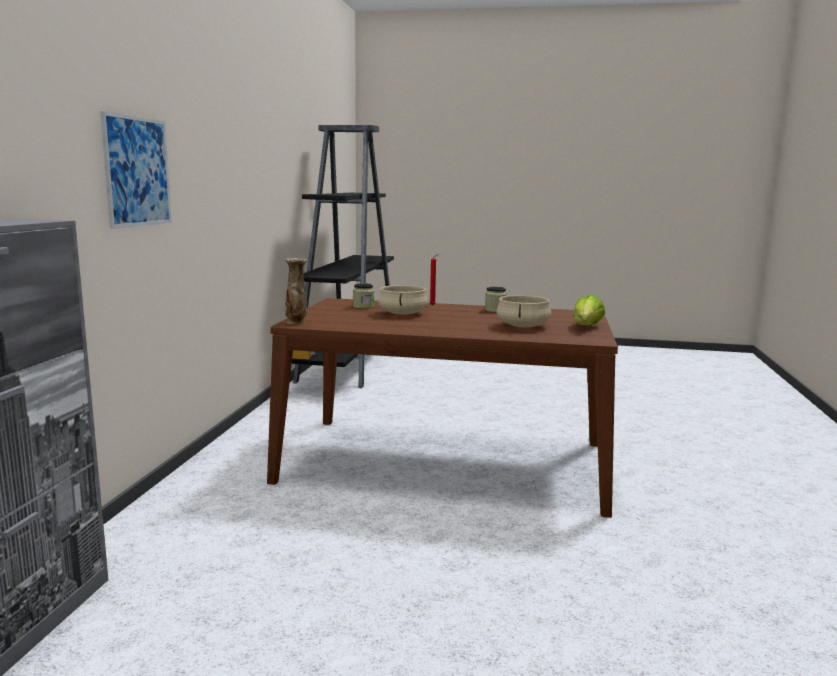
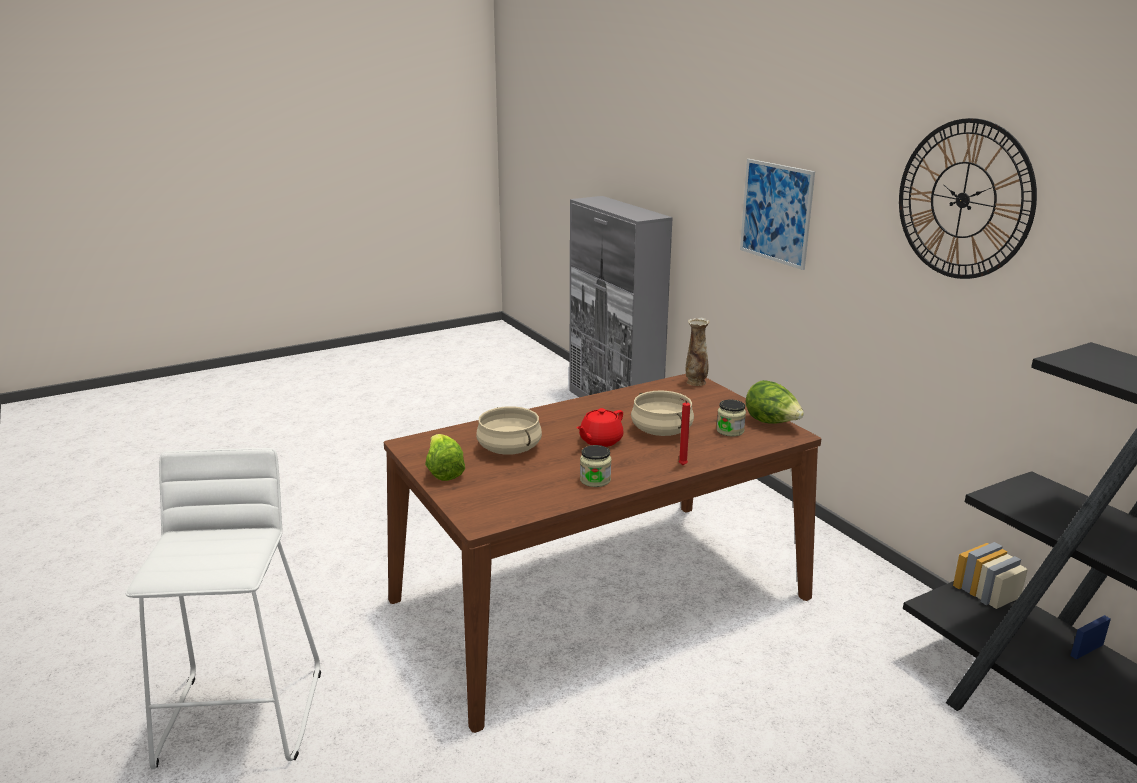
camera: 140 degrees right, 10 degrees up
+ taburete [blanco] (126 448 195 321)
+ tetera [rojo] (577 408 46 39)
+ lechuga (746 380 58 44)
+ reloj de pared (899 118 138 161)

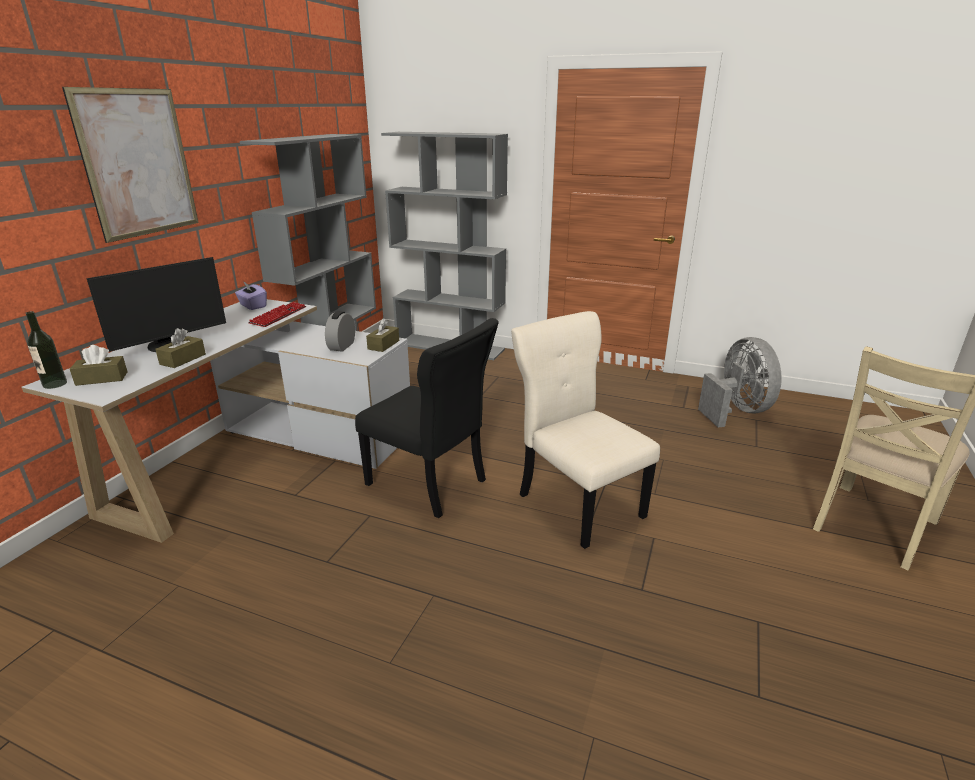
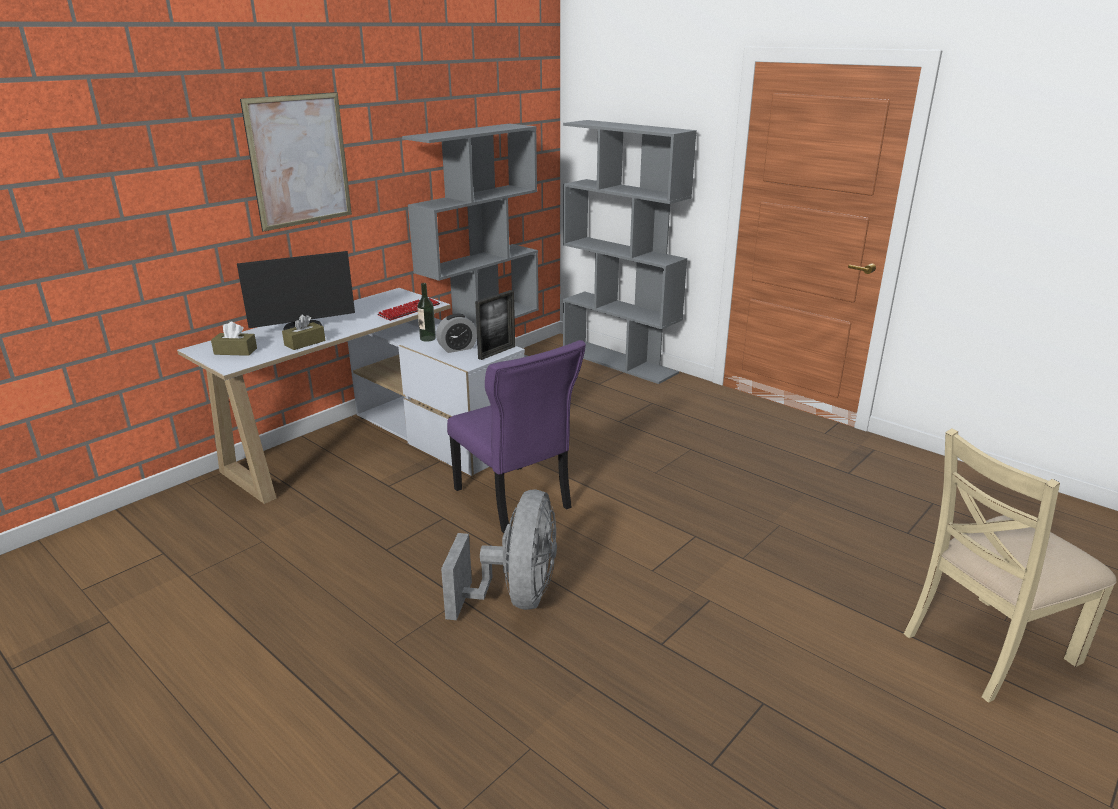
camera: 20 degrees right, 0 degrees up
~ botella (25 311 42 78) to (417 283 19 59)
~ despertador (325 311 30 41) = (436 314 41 39) 150 degrees counterclockwise
~ ventilador [gris] (698 337 84 90) to (441 489 116 131)
~ silla [negro] (355 318 144 200) to silla [morado] (447 340 139 193)
~ caja de pañuelos [marrón] (366 318 33 34) to portarretratos (475 290 40 70)
- caja de pañuelos [morado] (235 281 32 29)
- silla [beis] (511 311 149 238)

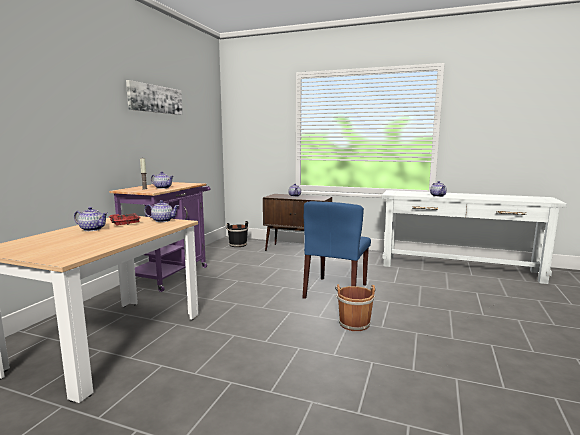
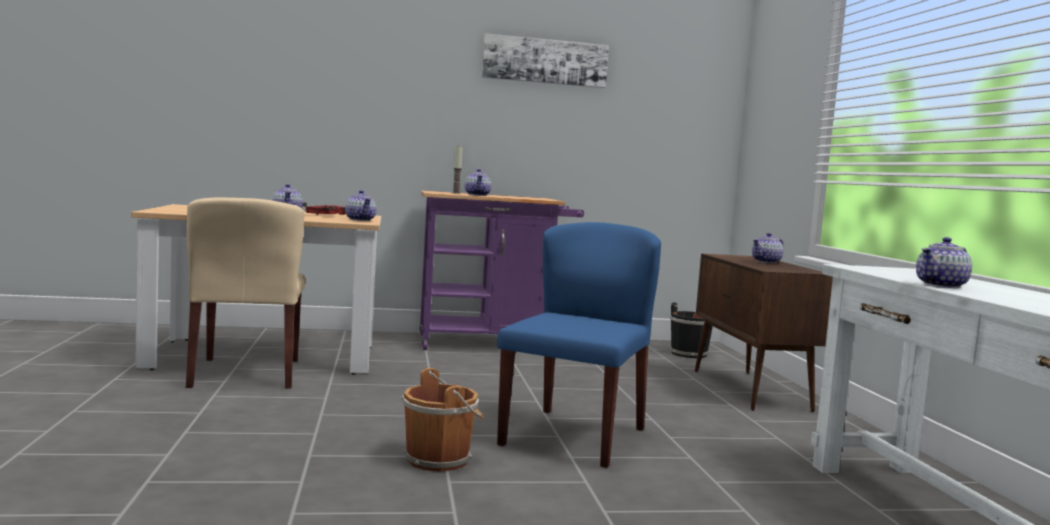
camera: 60 degrees right, 5 degrees down
+ silla [beis] (186 197 119 192)
~ silla [azul] (303 201 68 98) = (497 222 164 246) 120 degrees clockwise

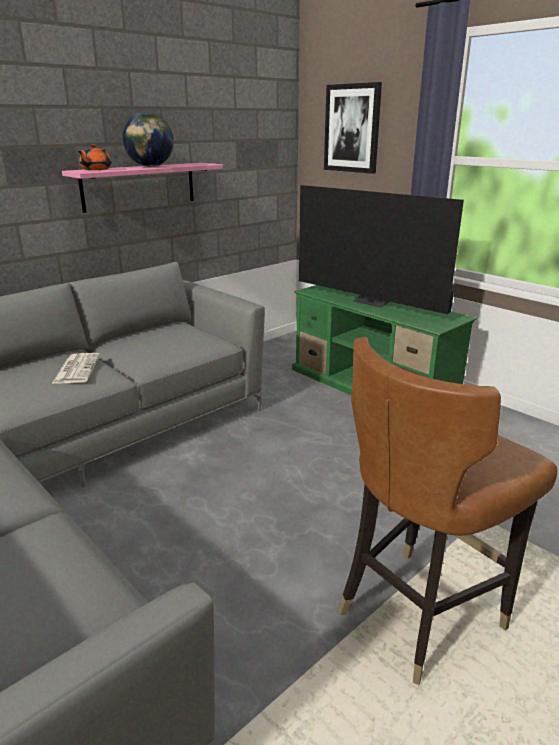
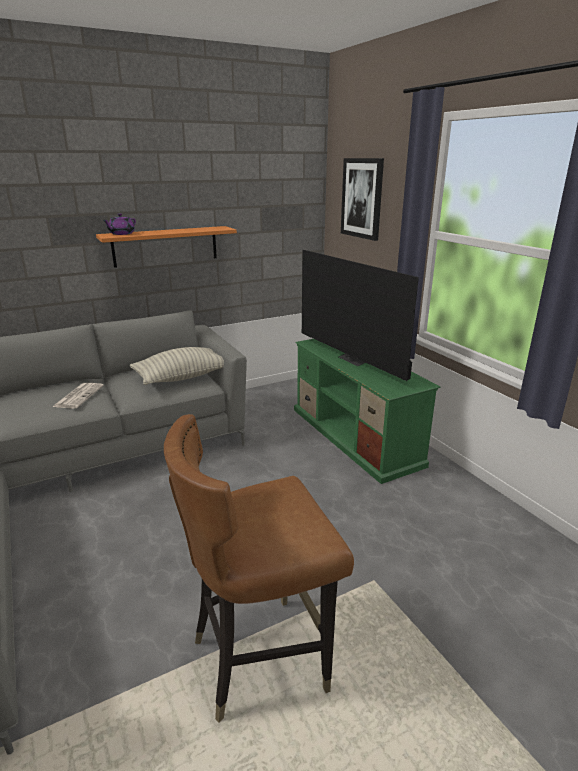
camera: 15 degrees right, 0 degrees up
~ estante [rosa] (62 163 161 50) to estante [naranja] (96 226 141 42)
~ tetera [naranja] (78 144 34 26) to tetera [morado] (103 213 33 22)
+ cojín (130 347 94 38)
- globo terráqueo (123 112 51 55)

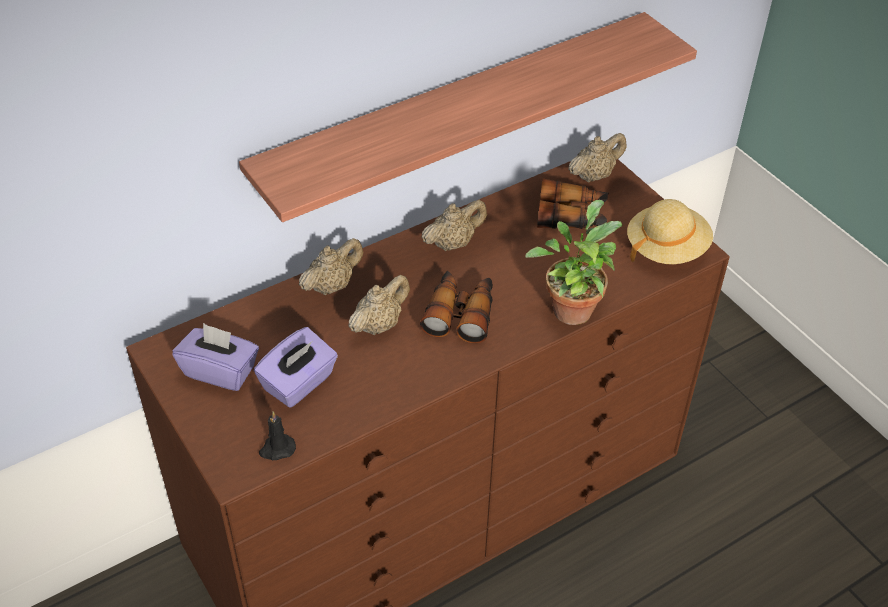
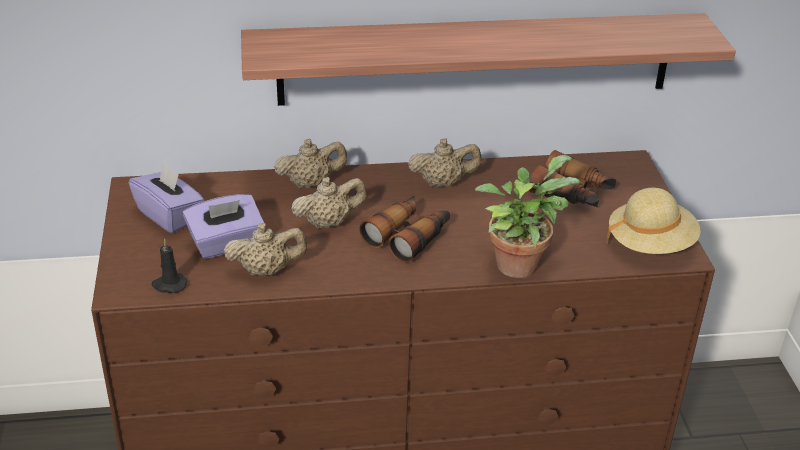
camera: 25 degrees right, 10 degrees down
~ tetera [beis] (568 133 58 50) to (224 223 83 53)

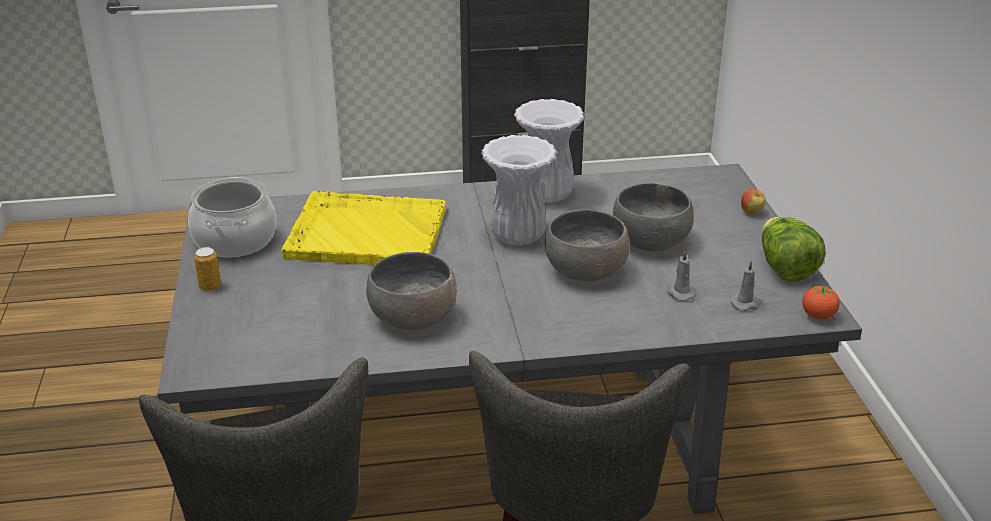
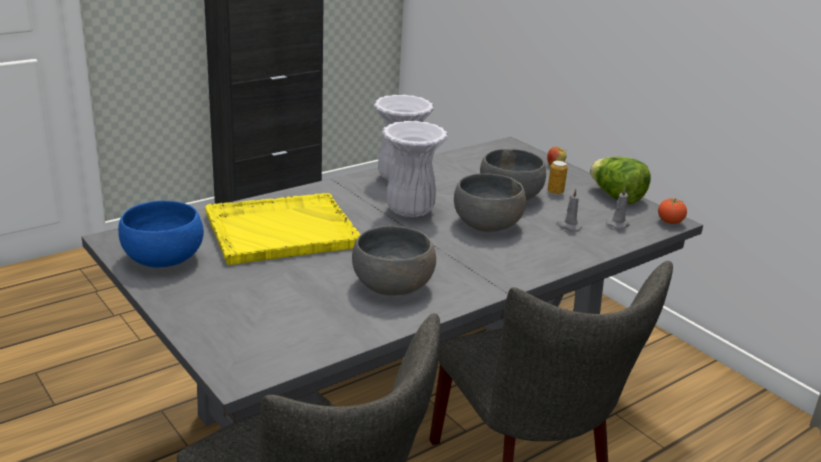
camera: 30 degrees left, 5 degrees down
~ olla (188 177 88 80) to cuenco [azul] (118 201 86 67)
~ lata (194 247 27 44) to (547 161 21 34)

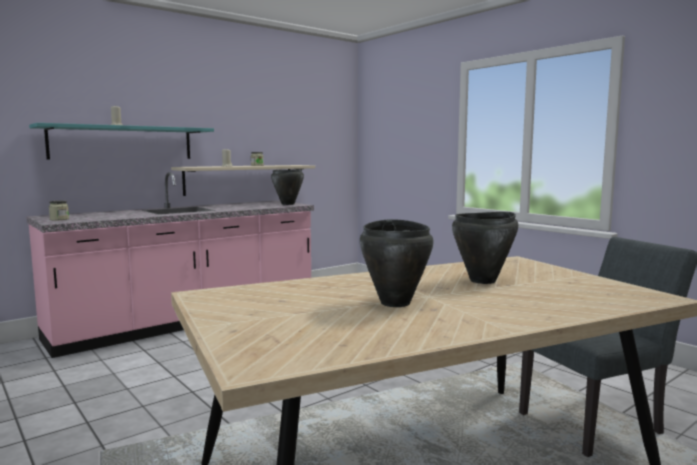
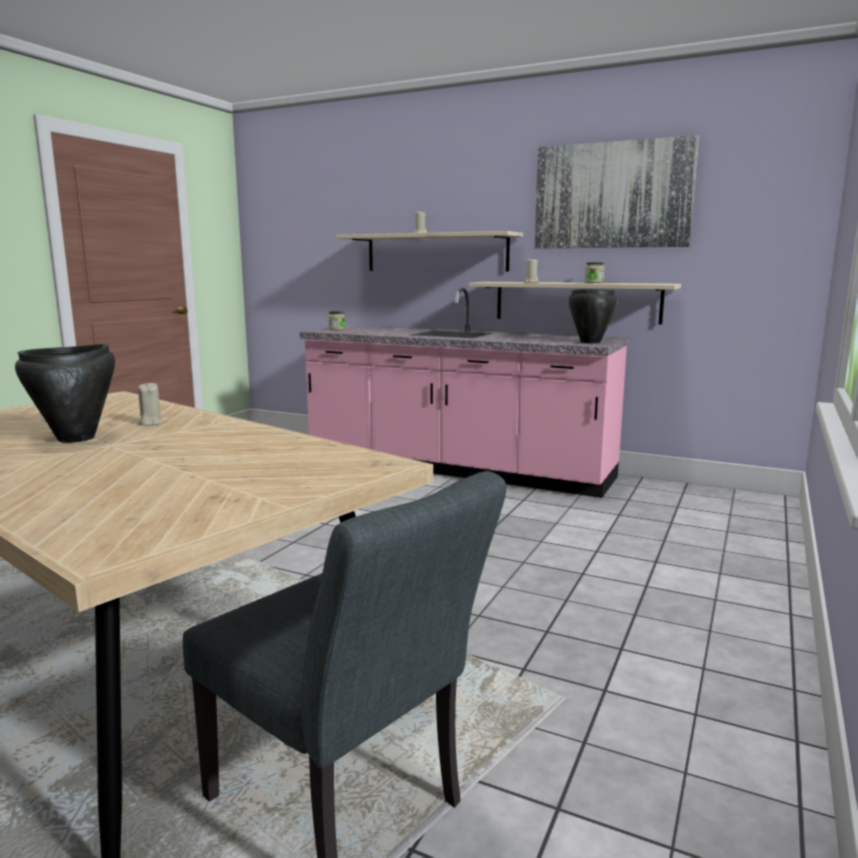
camera: 65 degrees right, 5 degrees up
+ vela [beis] (138 382 26 44)
~ estante [turquesa] (29 123 185 37) to estante [beis] (336 231 187 40)
+ cuadro (535 135 164 114)
- olla [negro] (452 212 66 72)

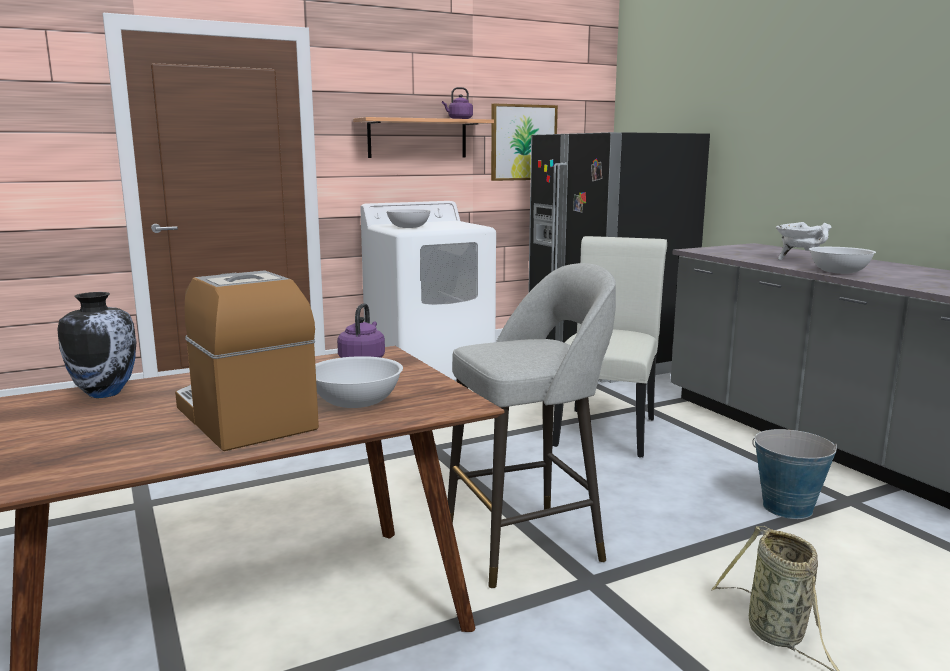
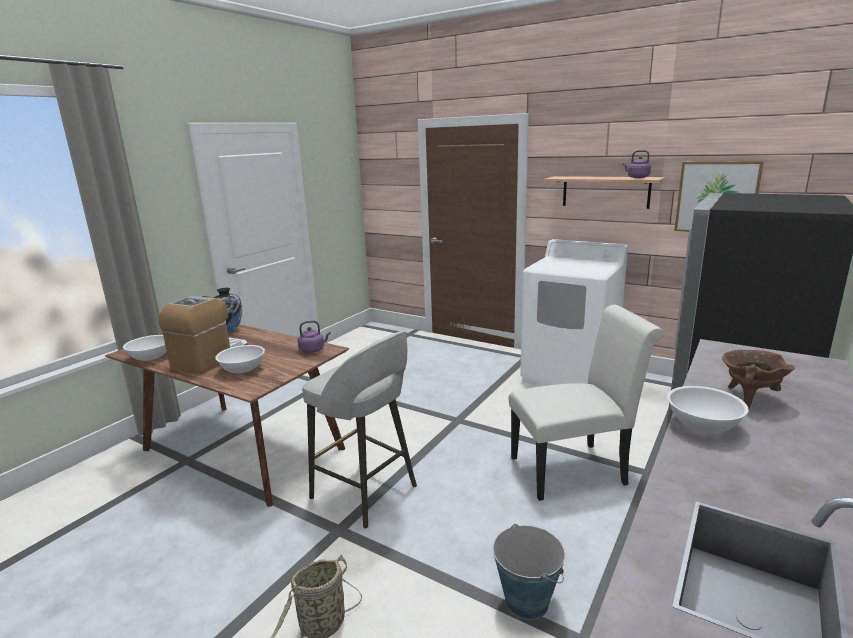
camera: 60 degrees right, 5 degrees up
~ cuenco [blanco] (386 209 45 19) to (123 335 44 26)
~ olla [blanco] (776 222 55 38) to olla [marrón] (722 350 73 59)

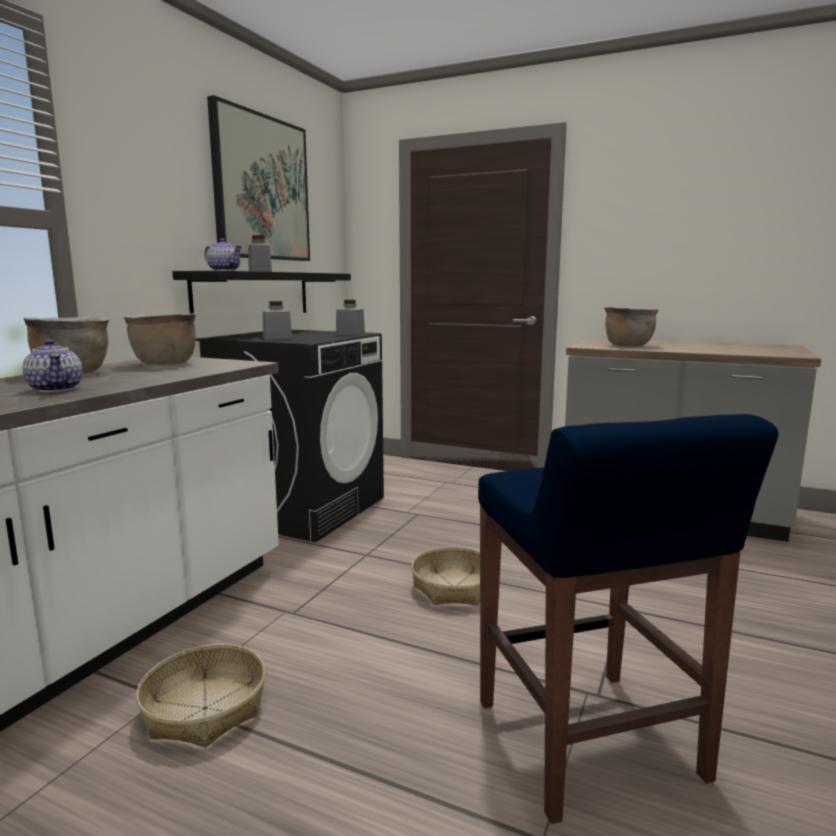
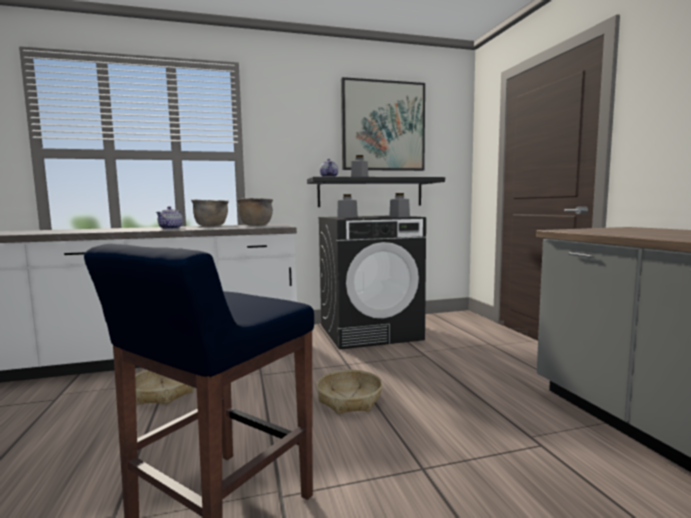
camera: 50 degrees right, 5 degrees down
- olla [marrón] (604 307 55 40)

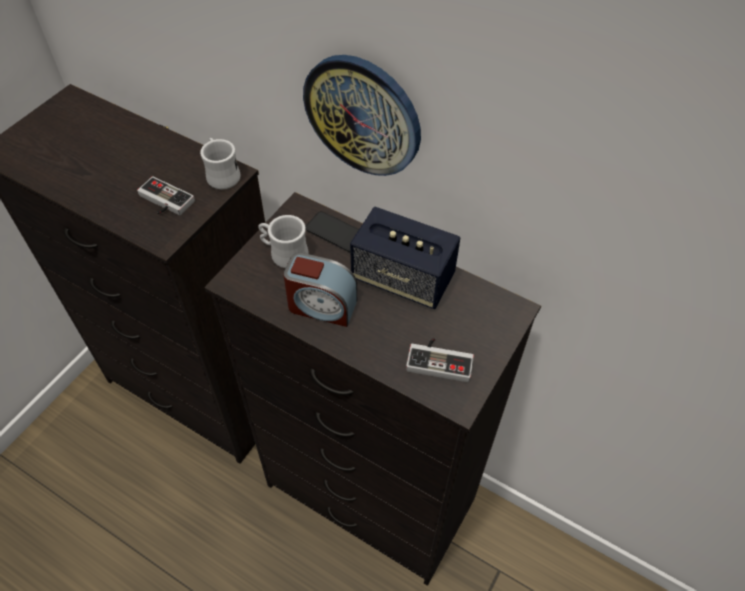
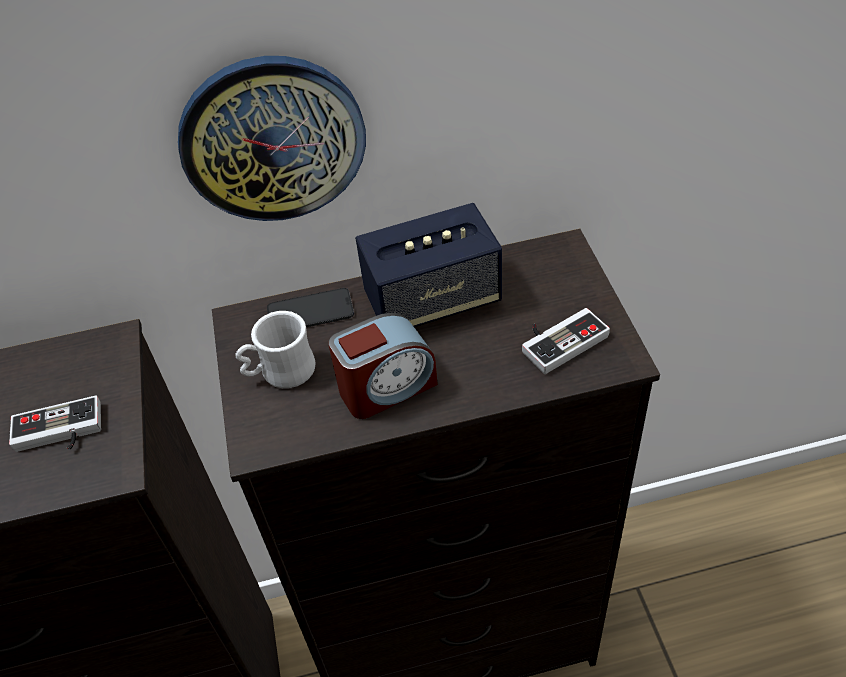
camera: 40 degrees left, 5 degrees down
- taza grande [blanco] (200 138 41 51)

